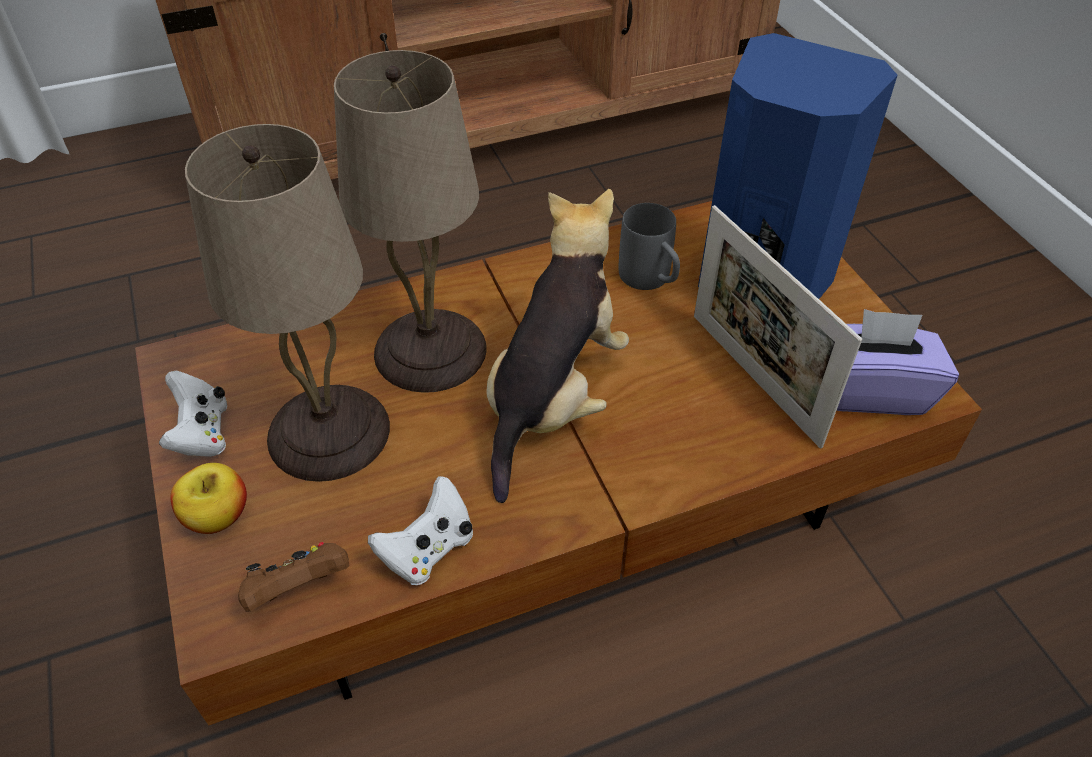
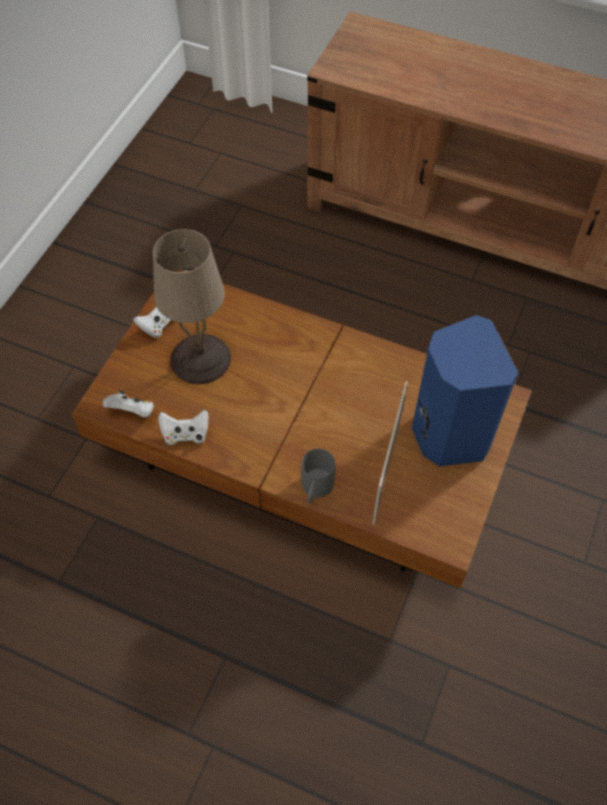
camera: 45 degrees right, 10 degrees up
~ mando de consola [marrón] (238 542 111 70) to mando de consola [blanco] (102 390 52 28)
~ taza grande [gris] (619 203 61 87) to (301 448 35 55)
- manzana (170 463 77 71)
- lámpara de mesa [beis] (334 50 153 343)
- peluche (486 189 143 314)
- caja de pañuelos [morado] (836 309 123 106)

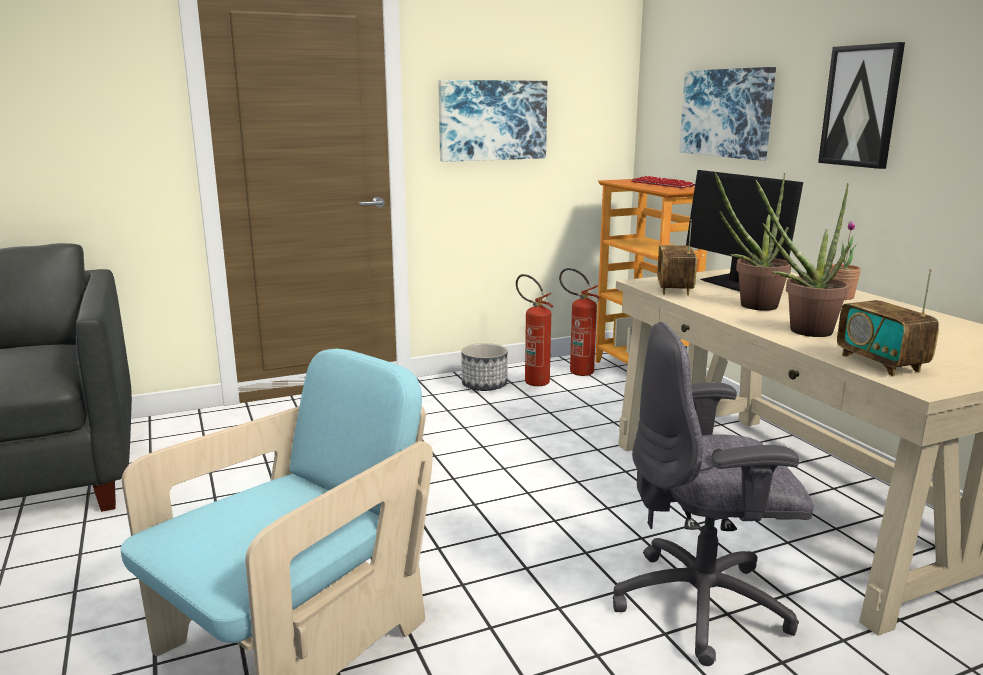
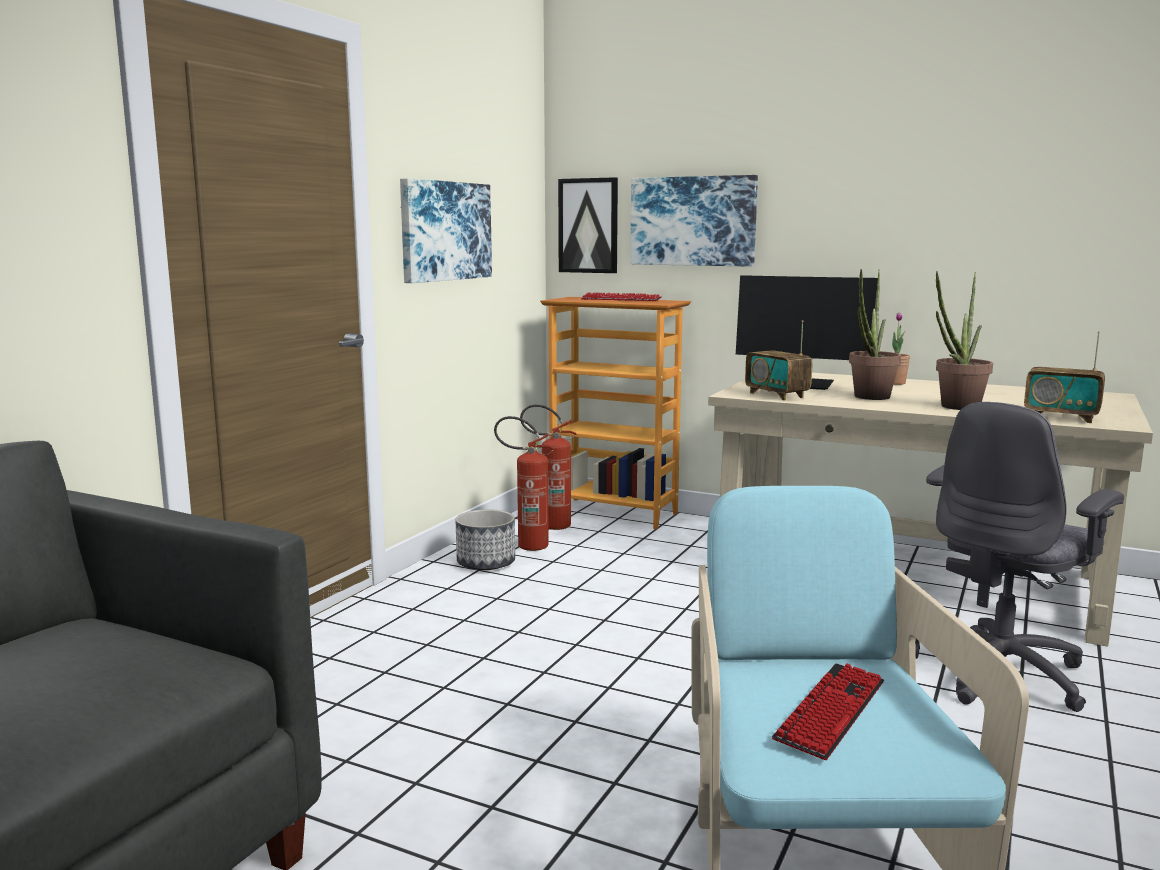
camera: 40 degrees left, 5 degrees down
~ cuadro (818 42 87 127) to (558 177 60 96)
+ teclado (772 664 112 96)

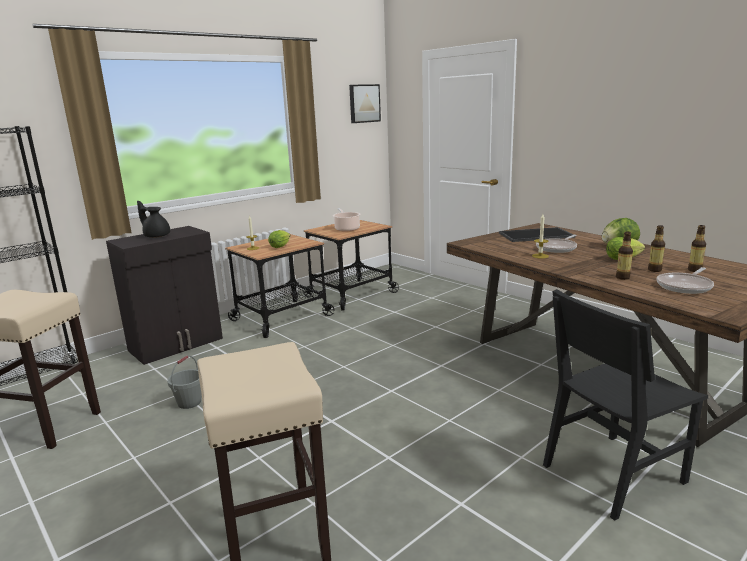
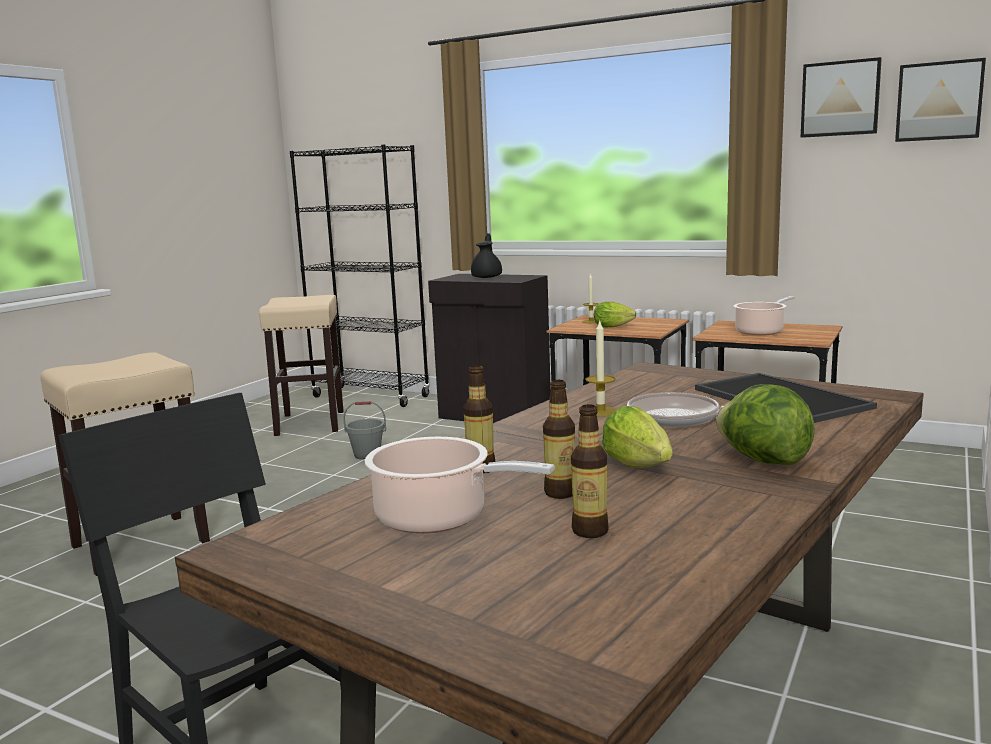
camera: 70 degrees right, 5 degrees down
~ sartén (657 267 57 27) to olla (365 437 190 97)
+ cuadro (801 57 81 81)

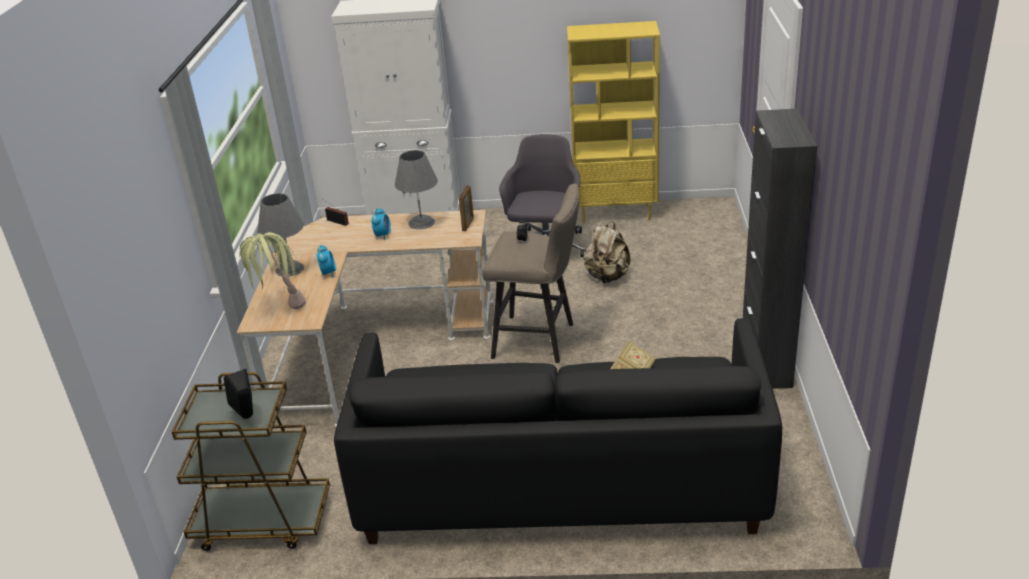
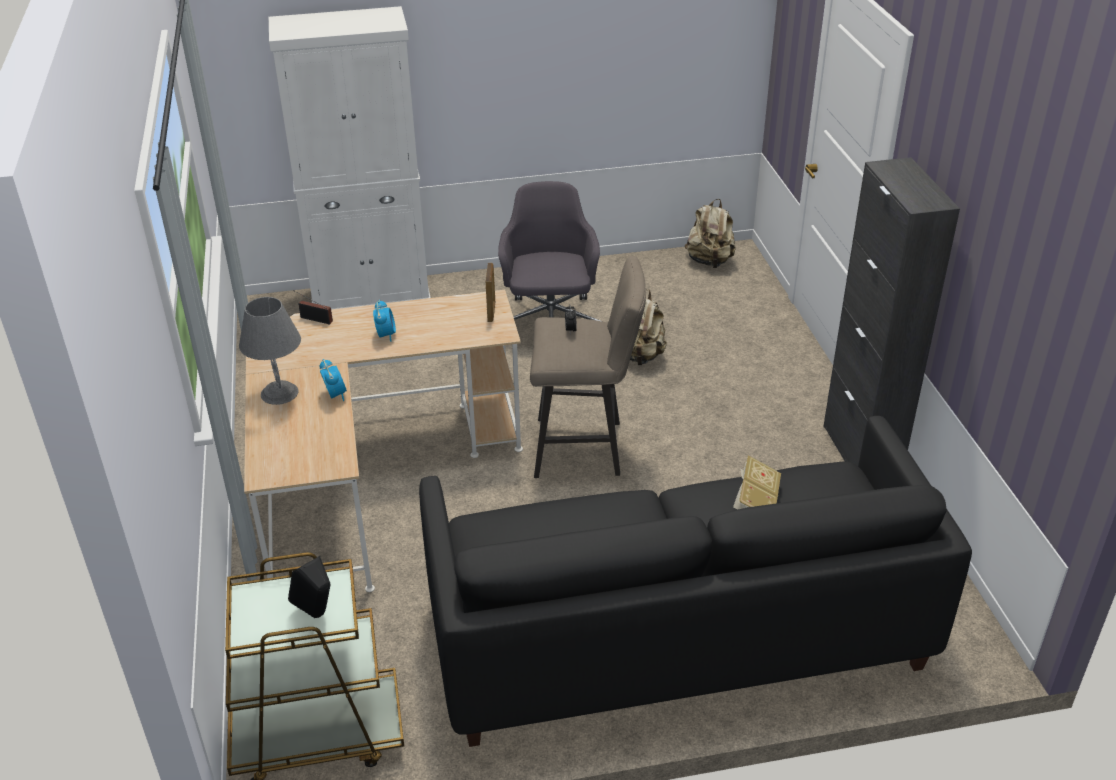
camera: 15 degrees left, 5 degrees up
+ mochila [beis] (685 199 51 69)
- planta en maceta (239 232 67 77)
- lámpara de mesa [gris] (395 150 43 79)
- estantería [amarillo] (567 21 93 202)

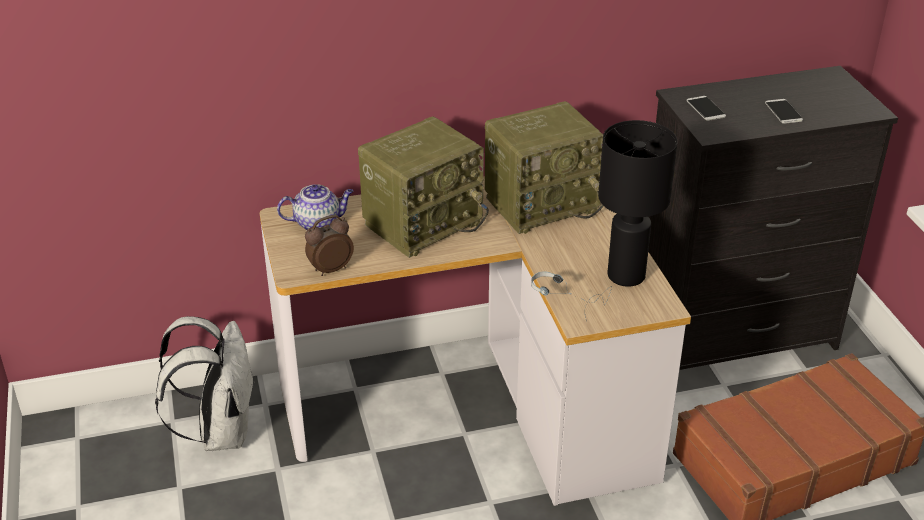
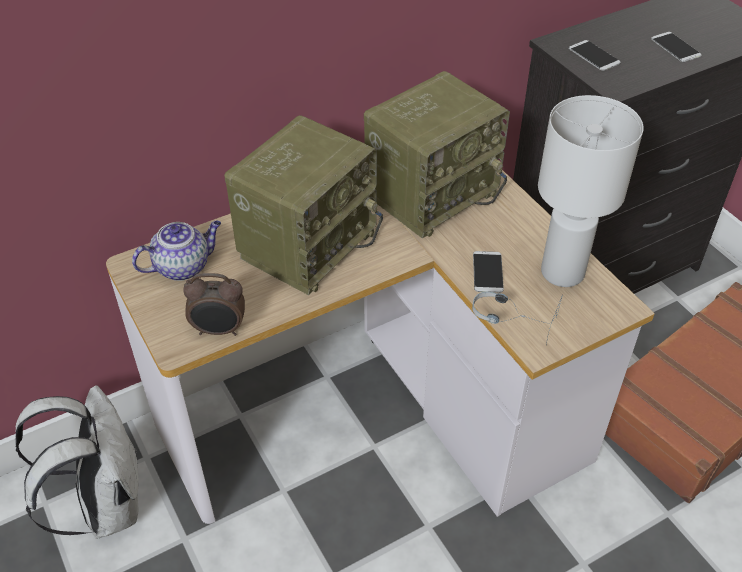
camera: 15 degrees left, 10 degrees up
~ despertador (305 215 49 61) = (183 273 62 63) 135 degrees counterclockwise
+ móvil (473 251 31 42)
~ lámpara de mesa [negro] (598 120 80 167) to lámpara de mesa [blanco] (538 95 106 192)

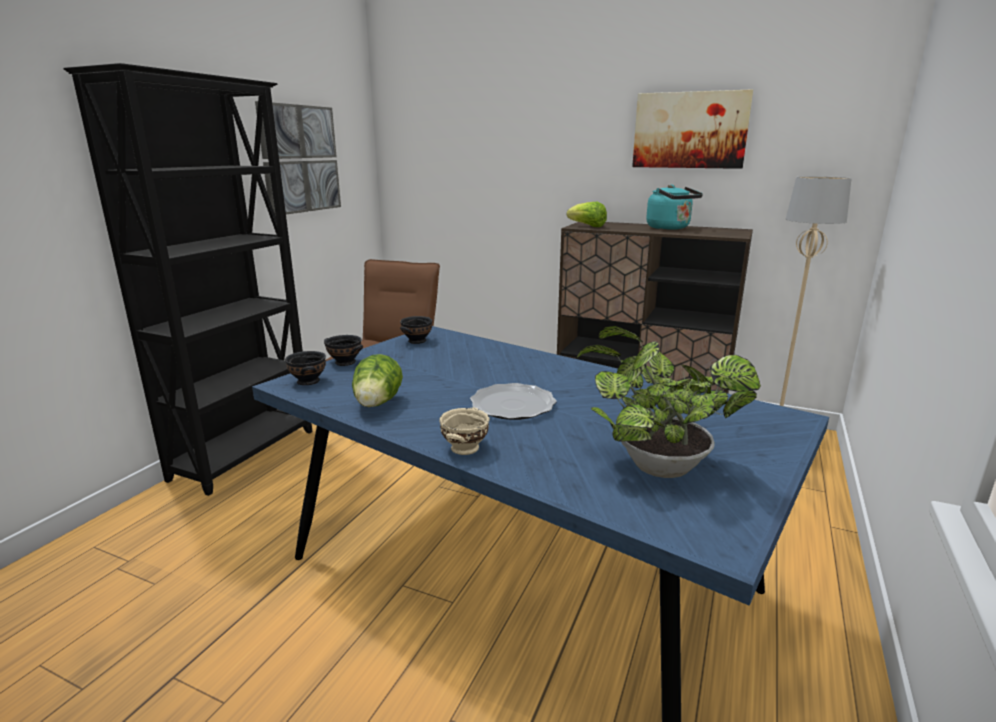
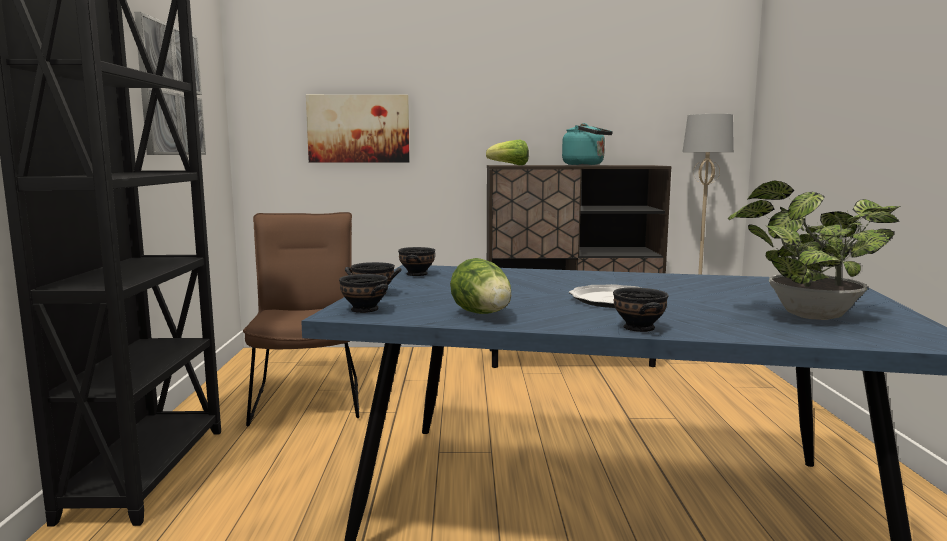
camera: 25 degrees left, 10 degrees down
~ cuadro (632 89 121 80) to (306 95 104 67)
~ cuenco [beis] (439 407 50 48) to cuenco [negro] (613 287 55 45)

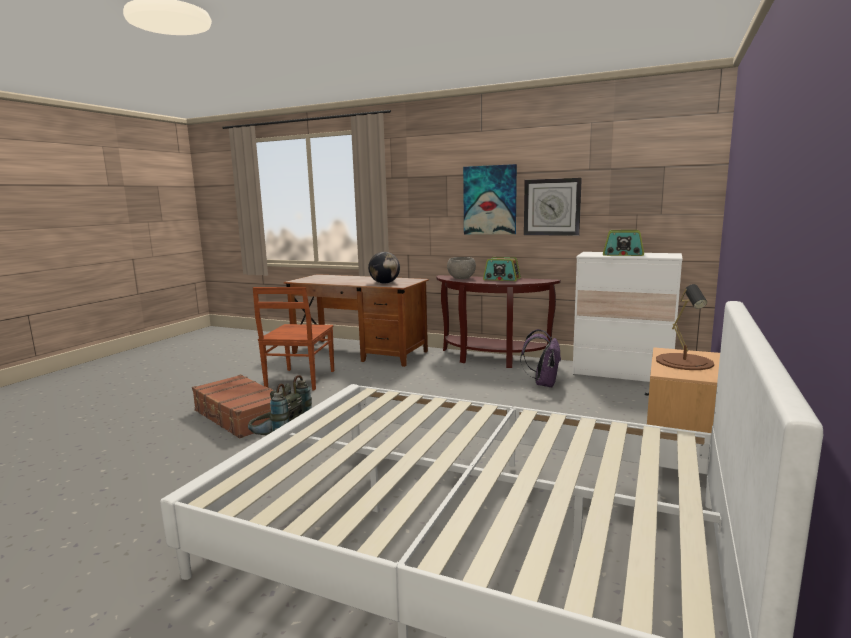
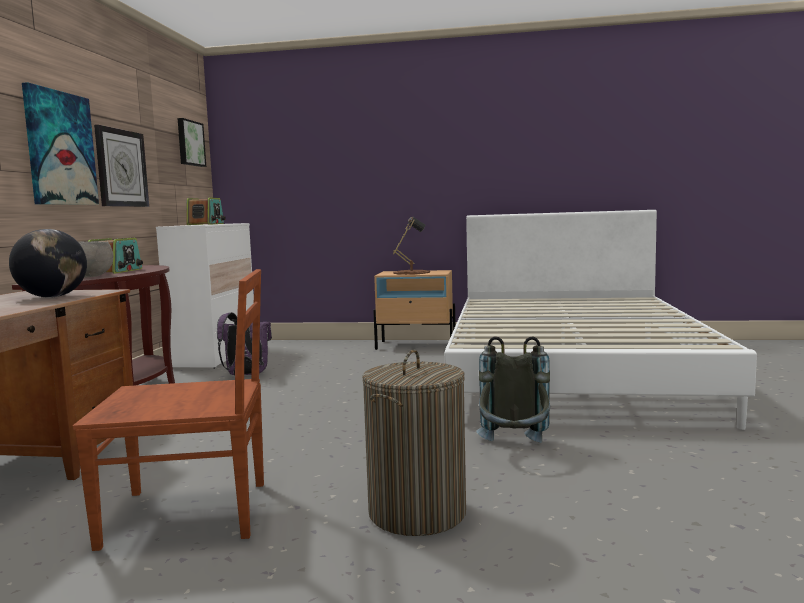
camera: 105 degrees left, 5 degrees down
+ cuadro (178 118 28 49)
~ maleta [marrón] (192 374 80 65) to cesto de la ropa (362 350 104 186)

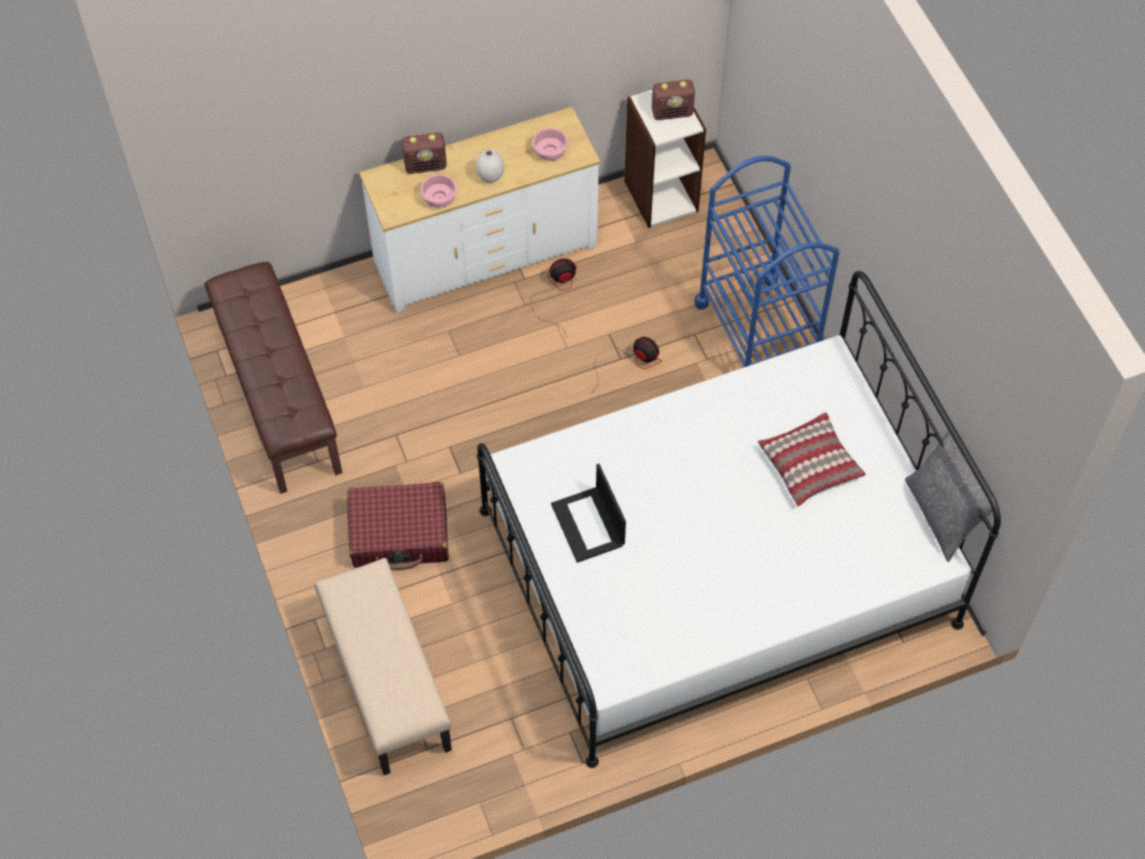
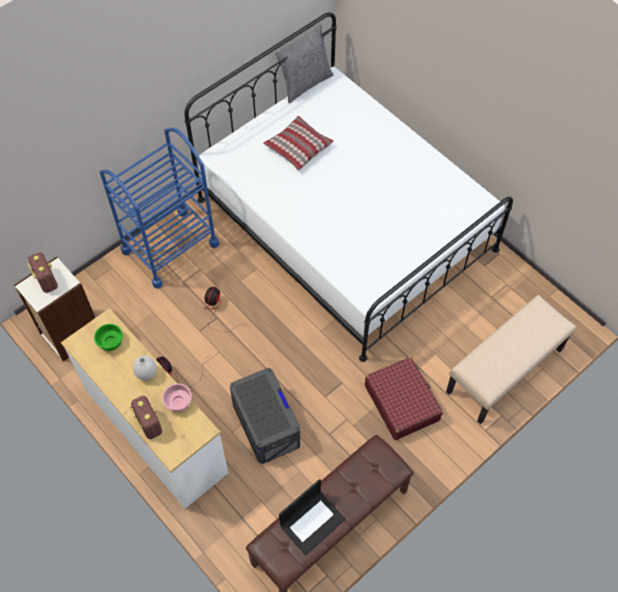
camera: 110 degrees left, 0 degrees up
~ cuenco [rosa] (532 128 36 33) to cuenco [verde] (94 324 29 27)
+ caja de almacenaje [gris] (230 368 70 96)
~ portátil (551 464 75 99) to (279 479 66 76)

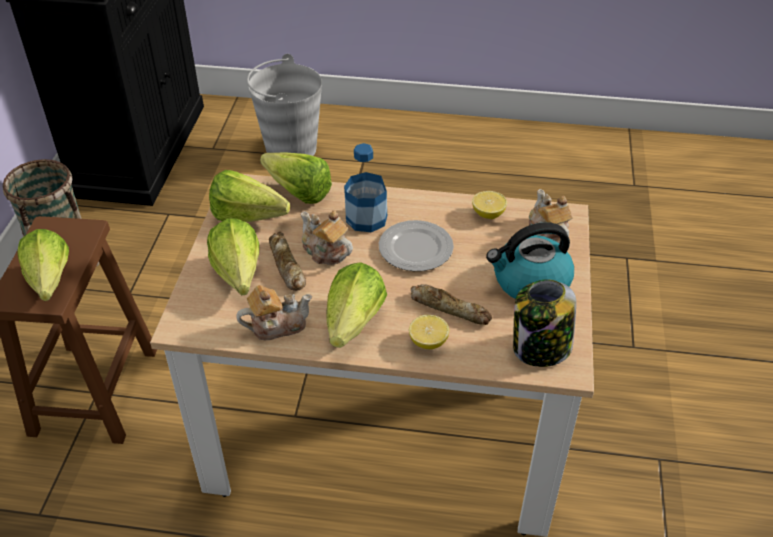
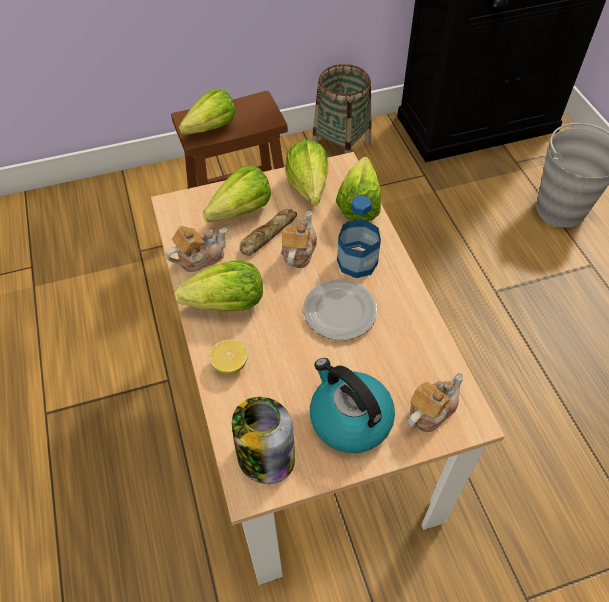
camera: 65 degrees right, 10 degrees up
~ tetera (236 285 76 55) = (166 226 61 46) 75 degrees counterclockwise
- pan (411 284 81 41)
- limón (472 191 35 28)

